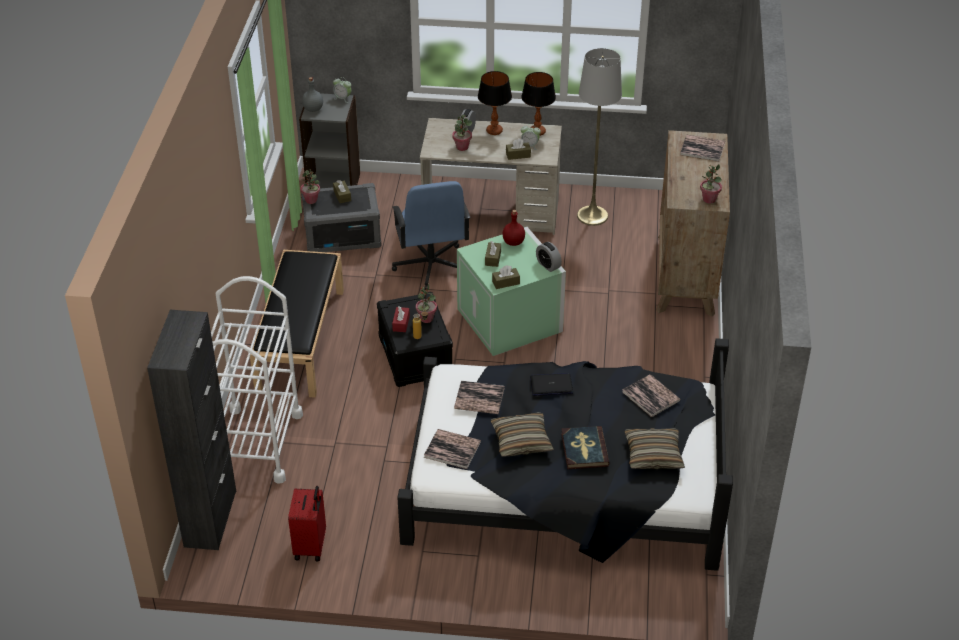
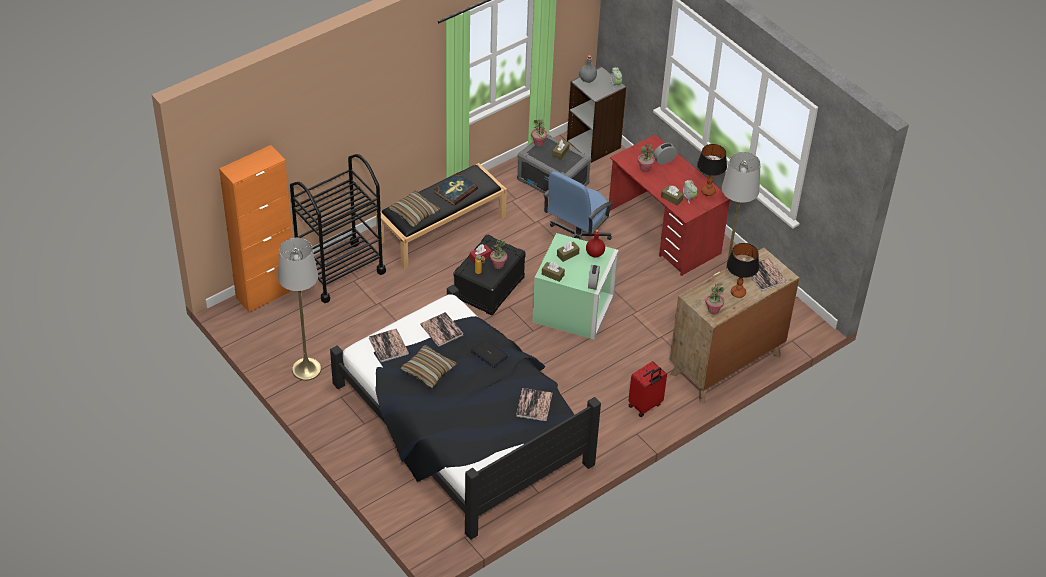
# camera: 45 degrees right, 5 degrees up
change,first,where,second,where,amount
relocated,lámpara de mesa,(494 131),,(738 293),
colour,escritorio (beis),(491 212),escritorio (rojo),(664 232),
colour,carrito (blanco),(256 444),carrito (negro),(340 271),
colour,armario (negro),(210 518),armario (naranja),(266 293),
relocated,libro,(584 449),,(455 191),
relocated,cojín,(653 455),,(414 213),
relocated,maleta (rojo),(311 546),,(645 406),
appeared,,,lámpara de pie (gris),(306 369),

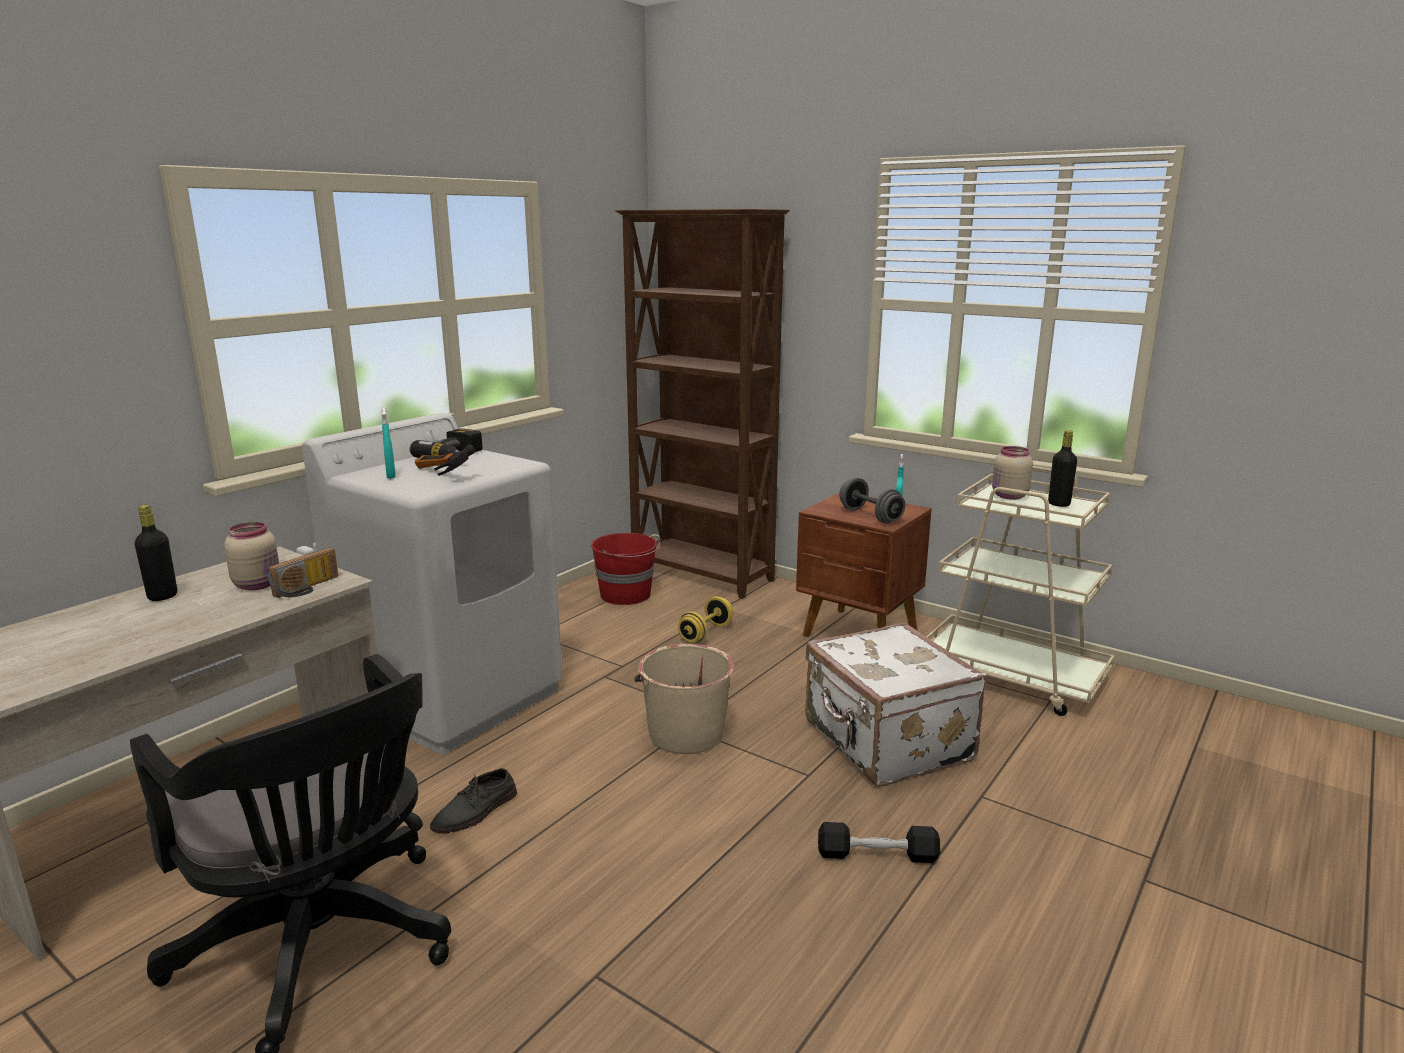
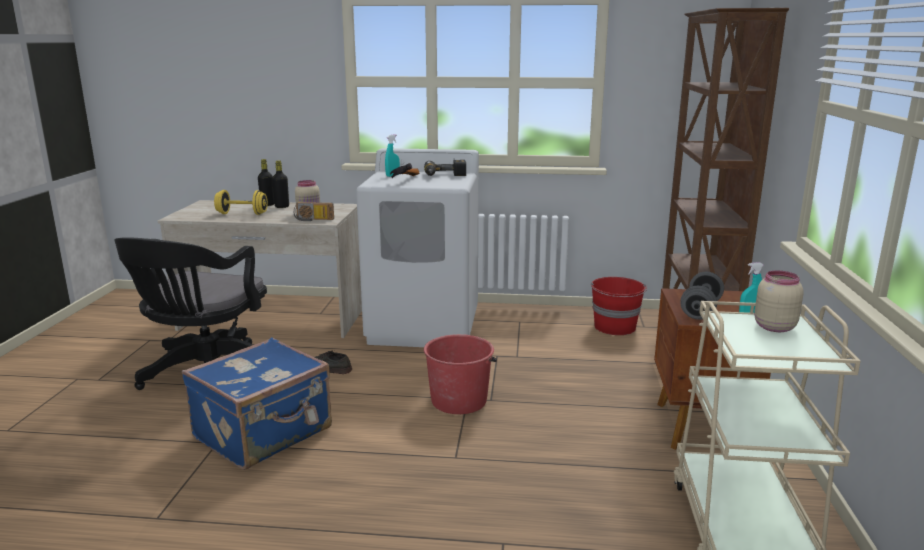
# camera: 60 degrees right, 0 degrees up
change,first,where,second,where,amount
relocated,botella (negro),(1059 504),,(267 205),
relocated,mancuerna (amarillo),(705 633),,(242 214),
missing,maleta (blanco),(885 742),,,
colour,cubo (beis),(685 733),cubo (rojo),(459 400),
missing,mancuerna (negro),(877 855),,,
appeared,,,maleta (azul),(265 434),

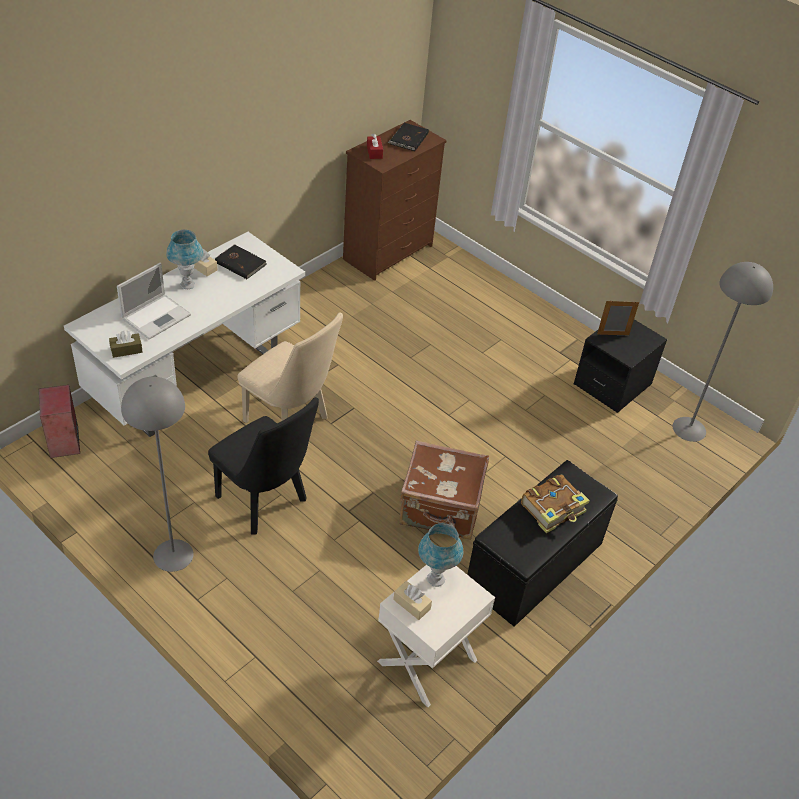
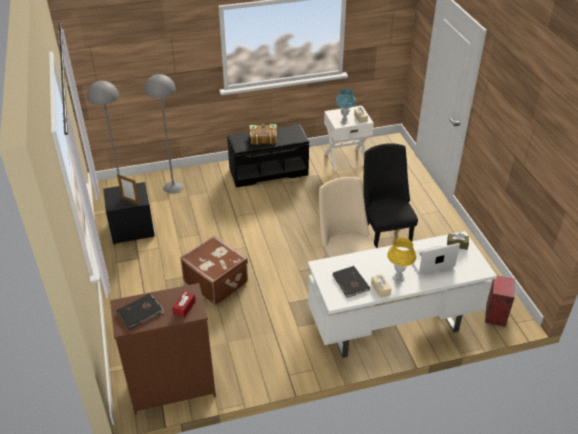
# camera: 145 degrees left, 5 degrees down
change,first,where,second,where,amount
colour,lámpara de mesa (azul),(187 285),lámpara de mesa (amarillo),(398 278),
relocated,lámpara de pie (gris),(173 555),,(173 187),
relocated,maleta (marrón),(441 509),,(216 281),

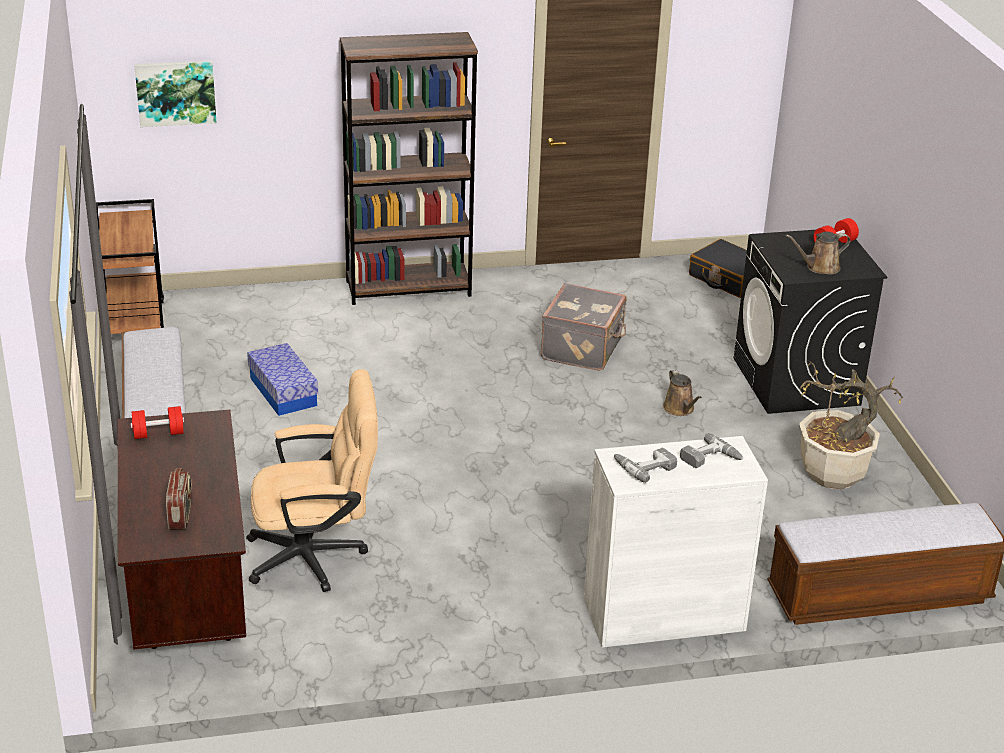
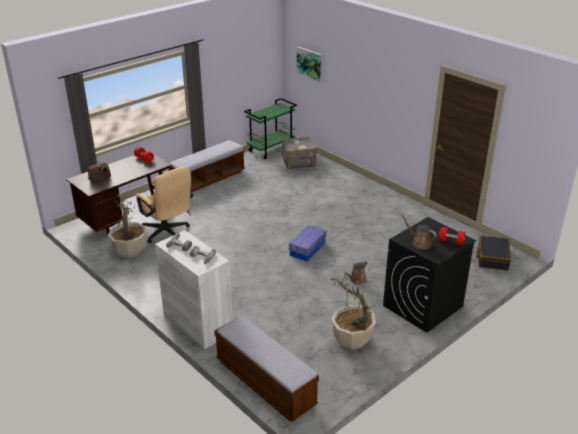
# camera: 60 degrees right, 0 degrees up
change,first,where,second,where,amount
missing,estantería (marrón),(409 288),,,
colour,carrito (marrón),(134 325),carrito (verde),(271 149),
relocated,maleta (gris),(583 349),,(299 162),
relocated,caja de almacenaje,(283 392),,(307 249),
appeared,,,planta en maceta,(130 251),

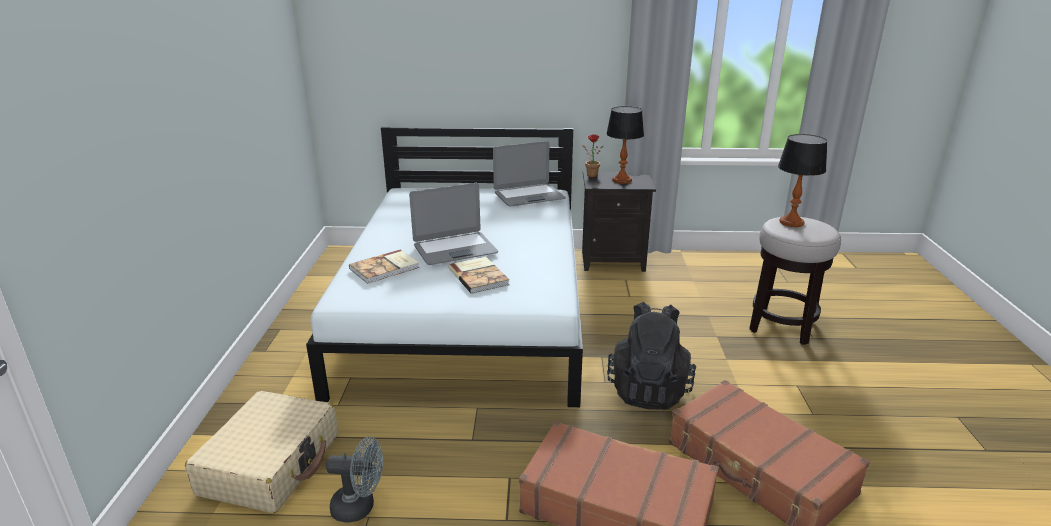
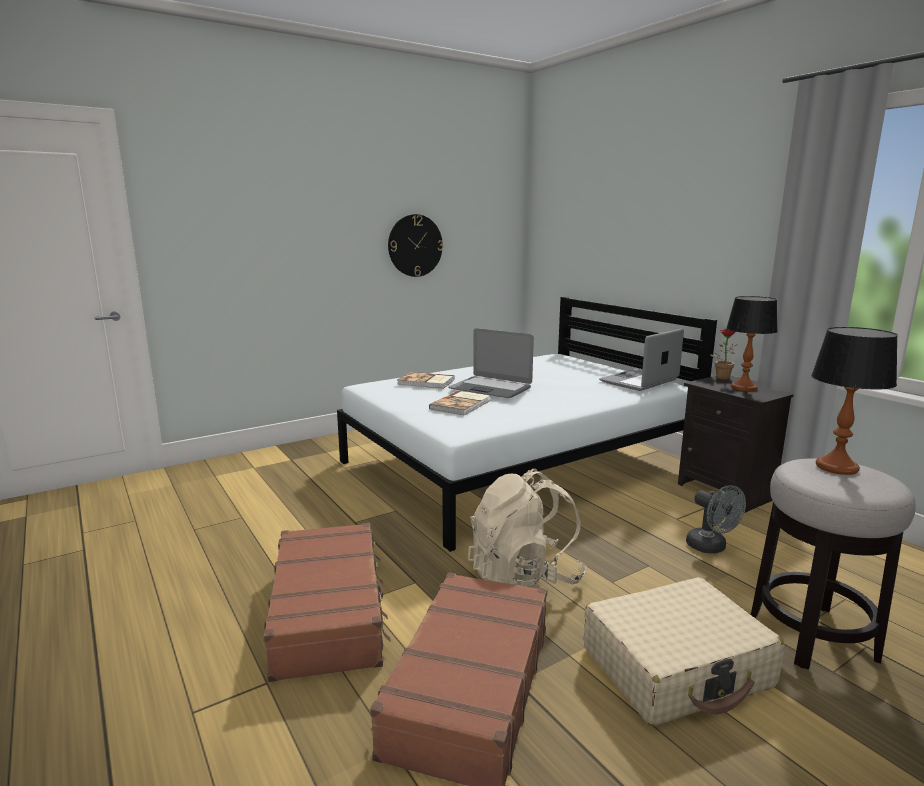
# camera: 55 degrees right, 10 degrees down
change,first,where,second,where,amount
spun,portátil,(529 196),,(639 381),105 degrees clockwise
colour,mochila (negro),(648 389),mochila (beis),(524 578),
relocated,maleta (beis),(271 464),,(677 667),
relocated,ventilador (gris),(360 507),,(711 548),
appeared,,,reloj de pared,(415 245),

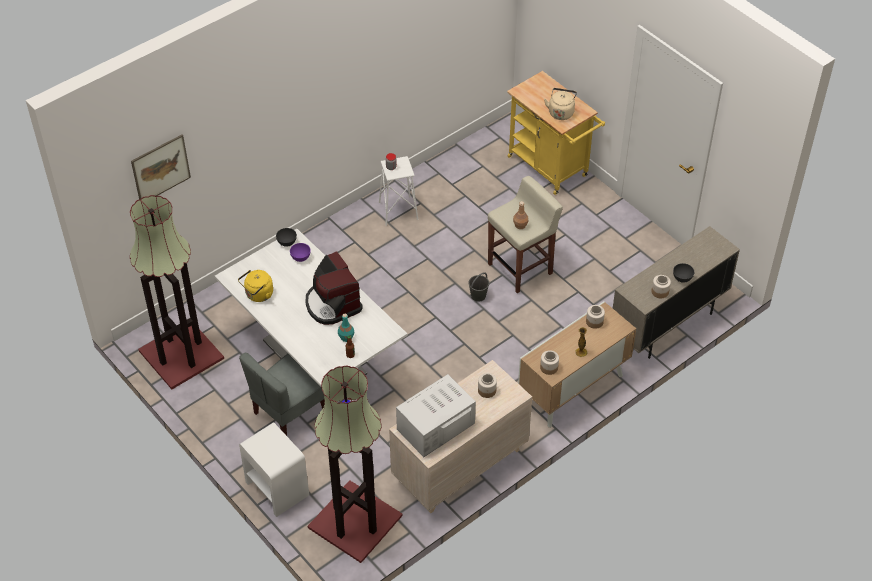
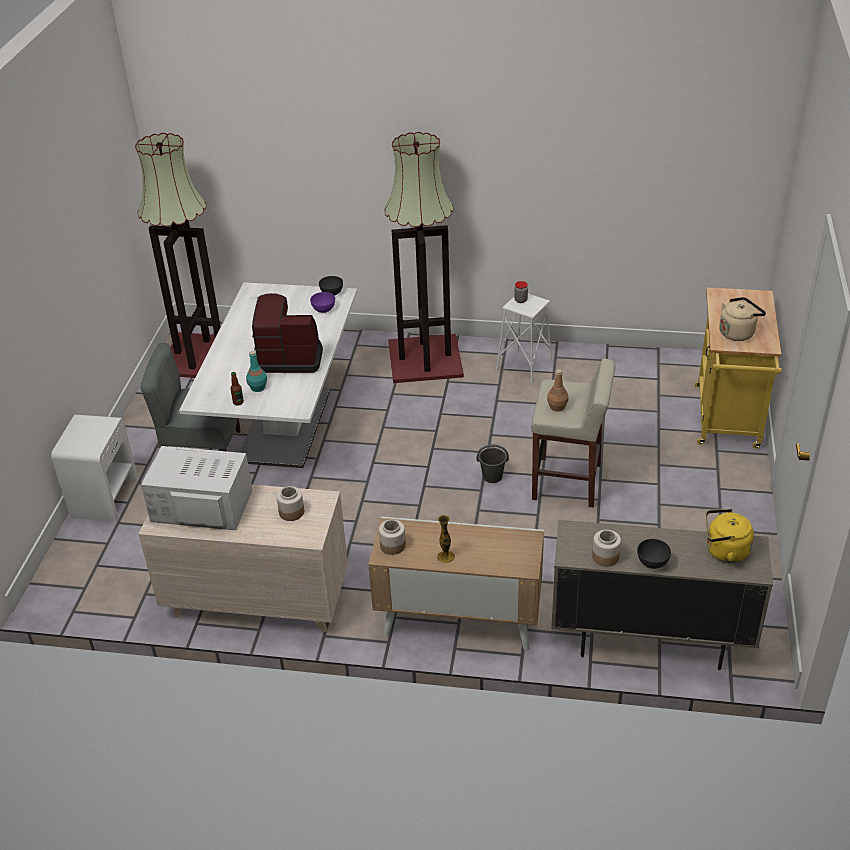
# camera: 50 degrees right, 10 degrees down
change,first,where,second,where,amount
missing,cuadro,(161 168),,,
spun,cafetera,(332 304),,(289 357),75 degrees clockwise
relocated,hervidor (amarillo),(258 295),,(724 551),
missing,tarro,(594 321),,,
relocated,lámpara de pie,(355 523),,(424 360),

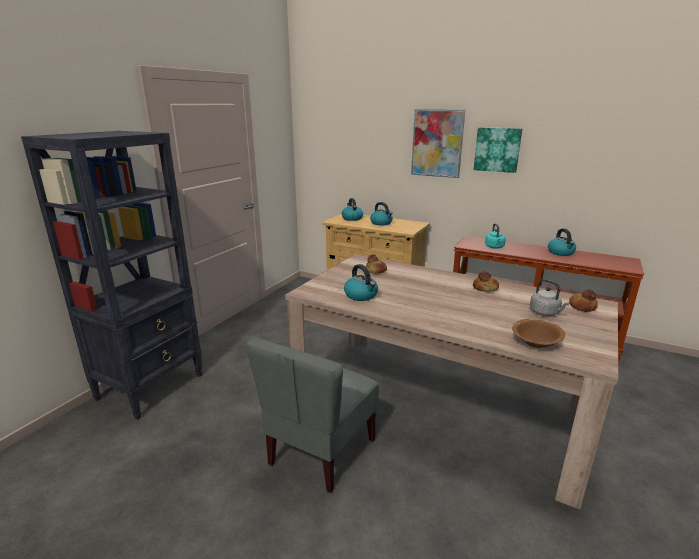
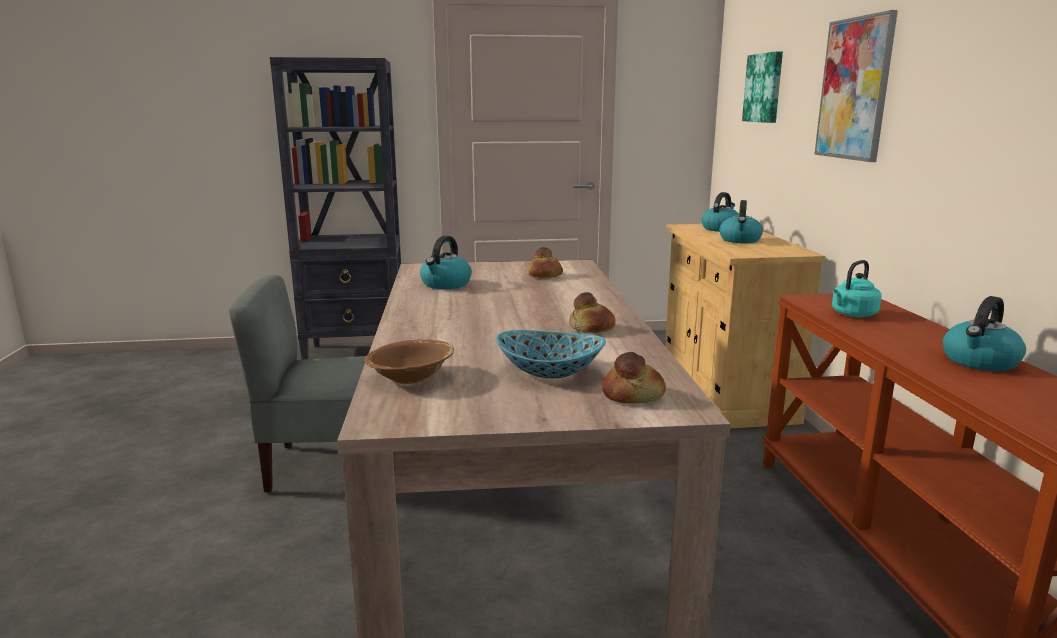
# camera: 55 degrees right, 5 degrees down
change,first,where,second,where,amount
relocated,cuadro,(497 149),,(764 88),
exchanged,hervidor (gris),(545 313),cuenco,(550 373),

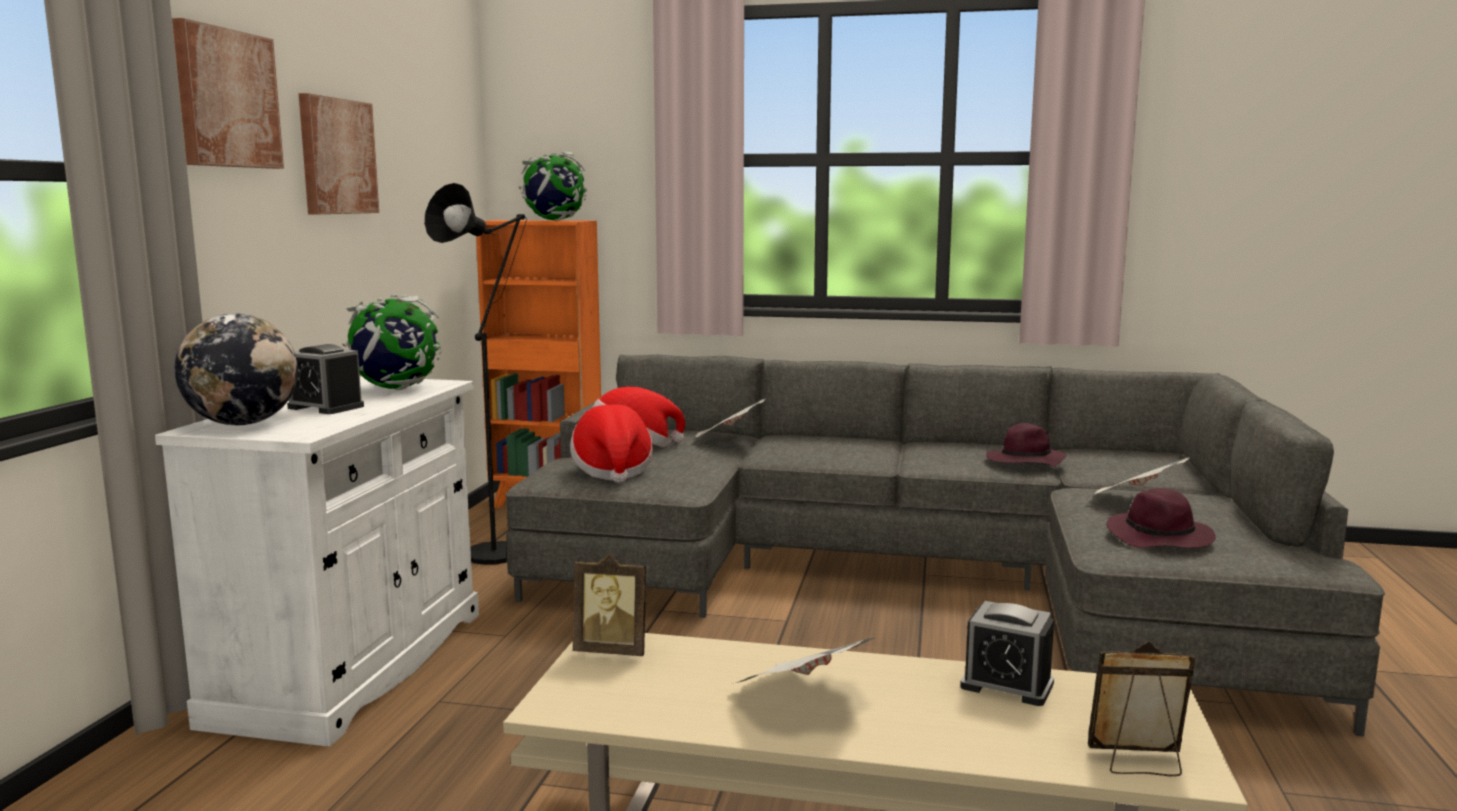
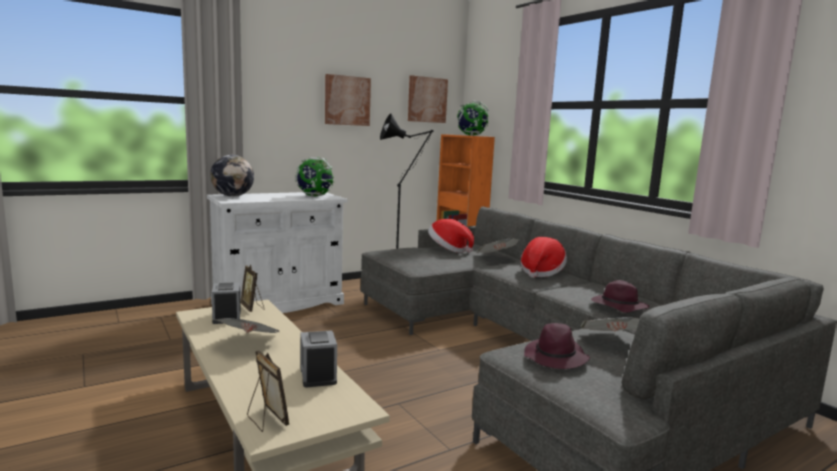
# camera: 45 degrees right, 0 degrees up
change,first,where,second,where,amount
relocated,cuadro,(227 99),,(427 100),
relocated,despertador,(326 407),,(227 317),
relocated,sombrero,(612 471),,(541 272),

